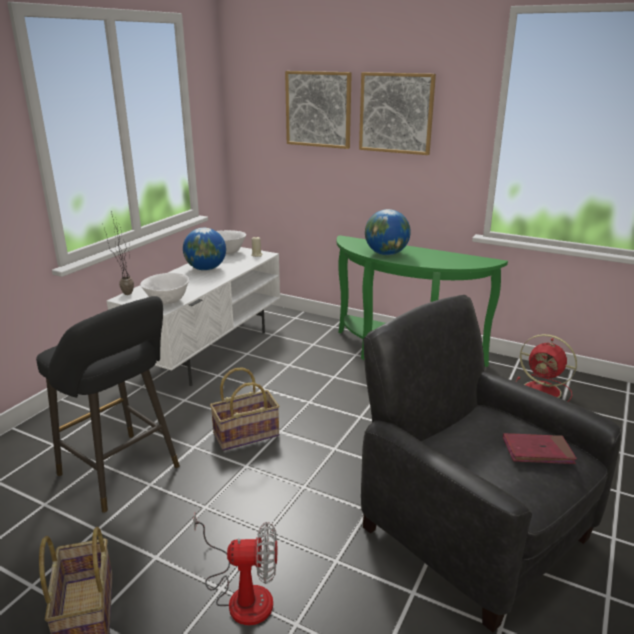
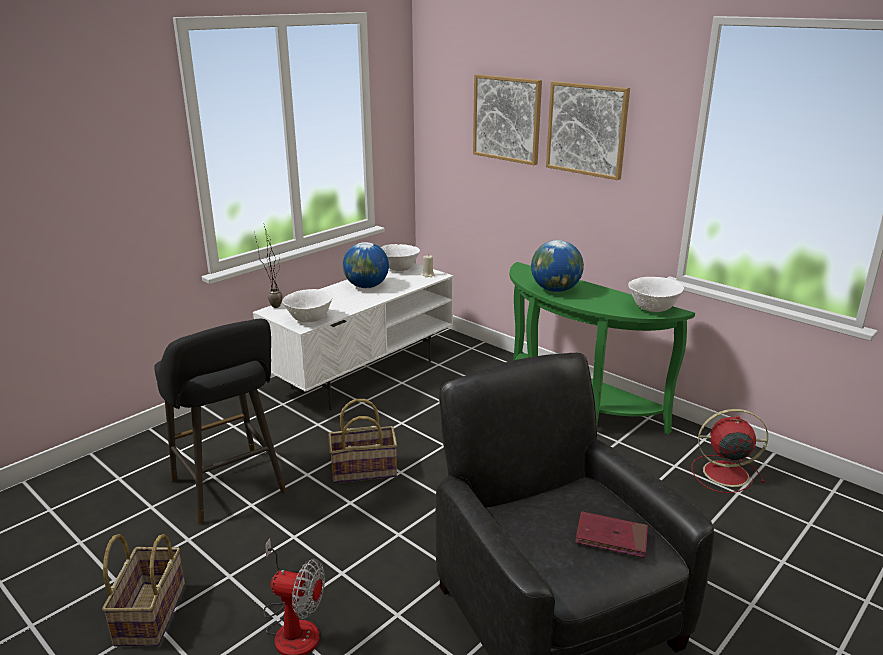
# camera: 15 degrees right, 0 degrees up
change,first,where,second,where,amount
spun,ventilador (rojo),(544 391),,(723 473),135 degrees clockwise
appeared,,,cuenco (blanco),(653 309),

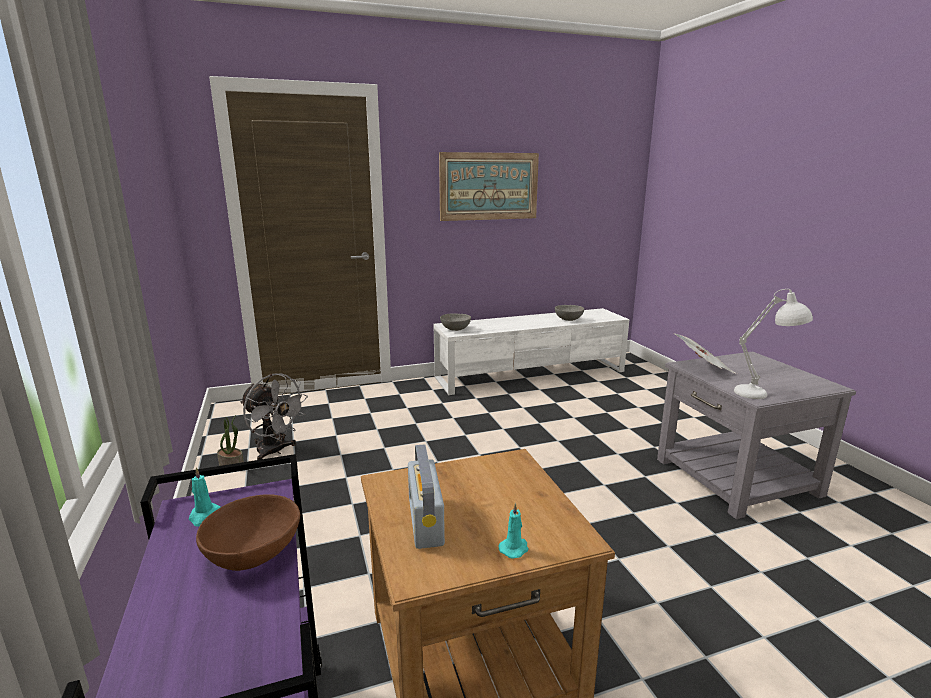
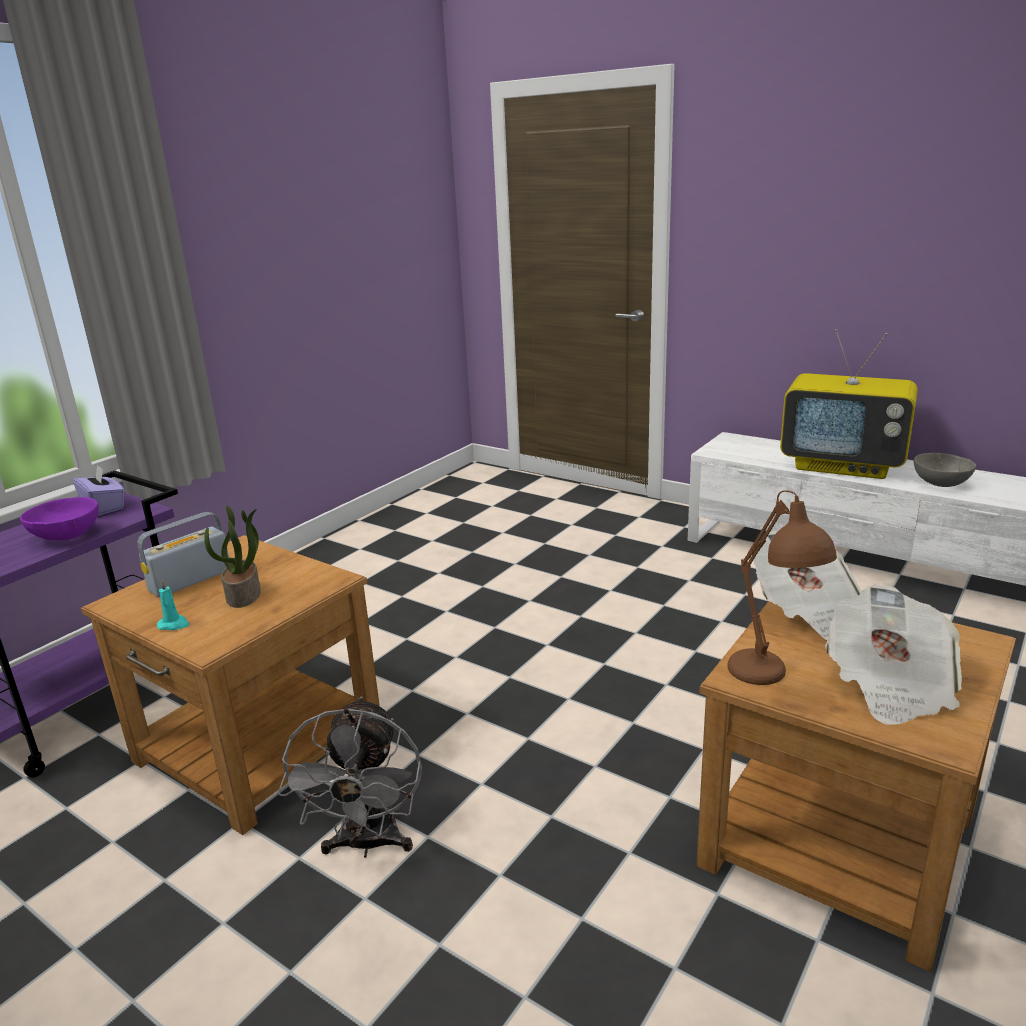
# camera: 55 degrees right, 5 degrees up
change,first,where,second,where,amount
missing,cuadro,(489 186),,,
colour,lámpara de mesa (blanco),(764 394),lámpara de mesa (marrón),(770 681),
missing,cuenco (gris),(455 329),,,
colour,mesa auxiliar (gris),(736 477),mesa auxiliar (marrón),(836 840),
relocated,ventilador (gris),(275 451),,(368 844),
relocated,planta en maceta,(232 464),,(244 595),
exchanged,vela (turquesa),(204 516),caja de pañuelos (morado),(104 507),
colour,cuenco (marrón),(255 554),cuenco (morado),(68 536),
appeared,,,televisor,(844 465),
appeared,,,periódico,(889 685),

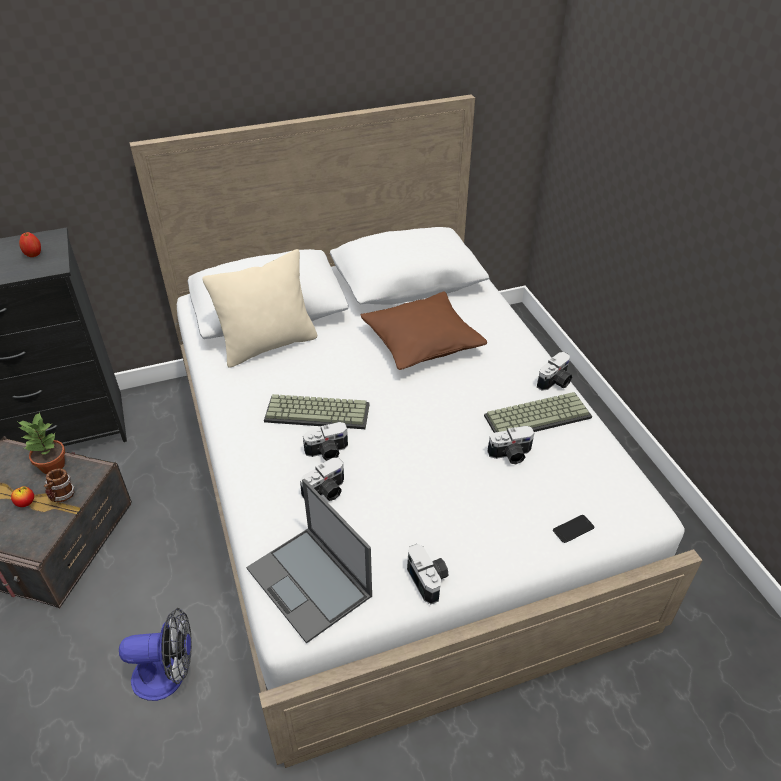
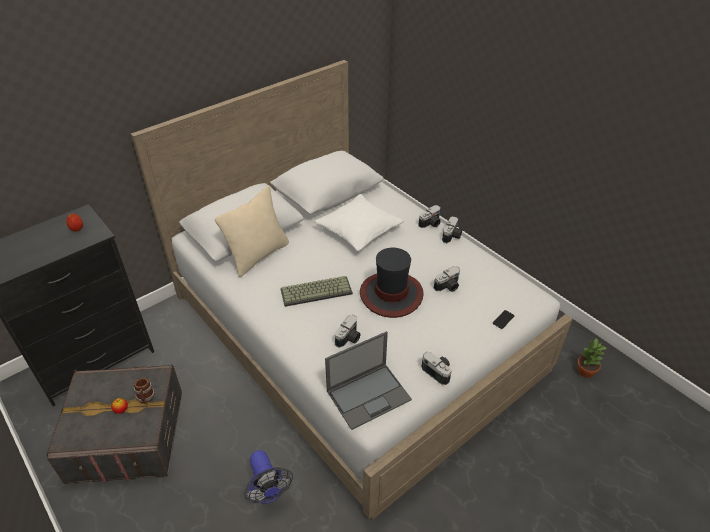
# camera: 20 degrees left, 0 degrees up
change,first,where,second,where,amount
colour,cojín (marrón),(422 342),cojín (blanco),(359 230),
missing,teclado,(538 415),,,
relocated,planta en maceta,(52 466),,(585 371),
relocated,cámara,(327 452),,(431 224),
spun,portátil,(310 583),,(369 395),60 degrees counterclockwise
spun,ventilador,(168 675),,(268 492),90 degrees clockwise
appeared,,,sombrero,(391 294),

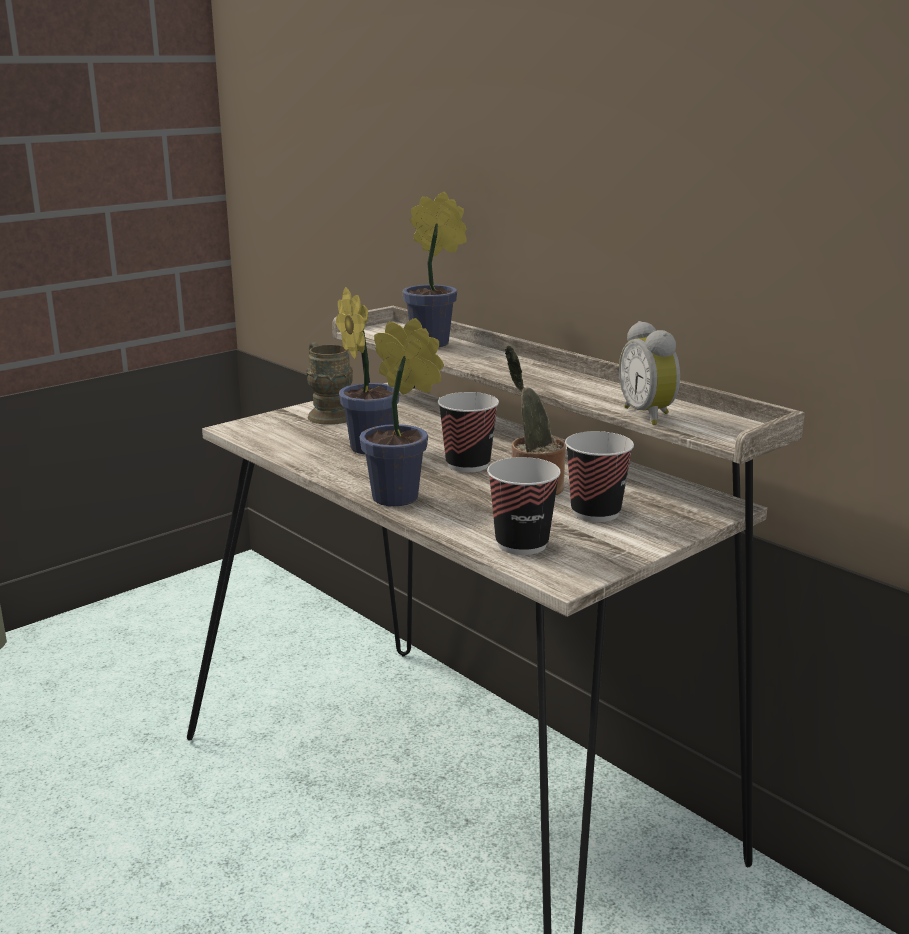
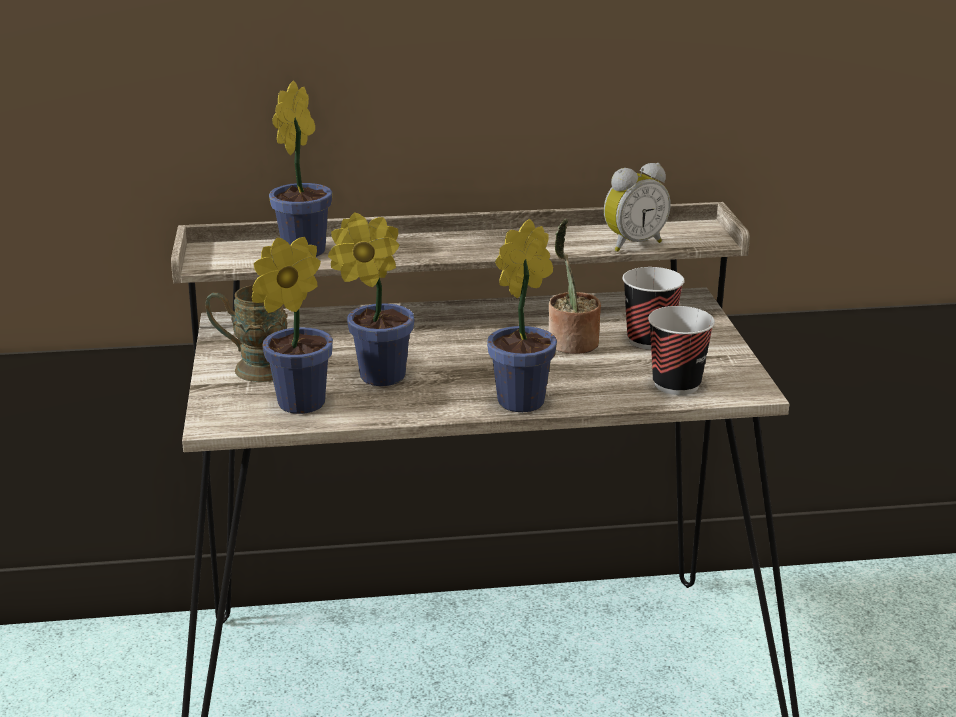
# camera: 55 degrees left, 5 degrees up
change,first,where,second,where,amount
spun,despertador,(650 415),,(632 244),45 degrees counterclockwise
missing,taza,(468 465),,,
appeared,,,planta en maceta,(295 405),

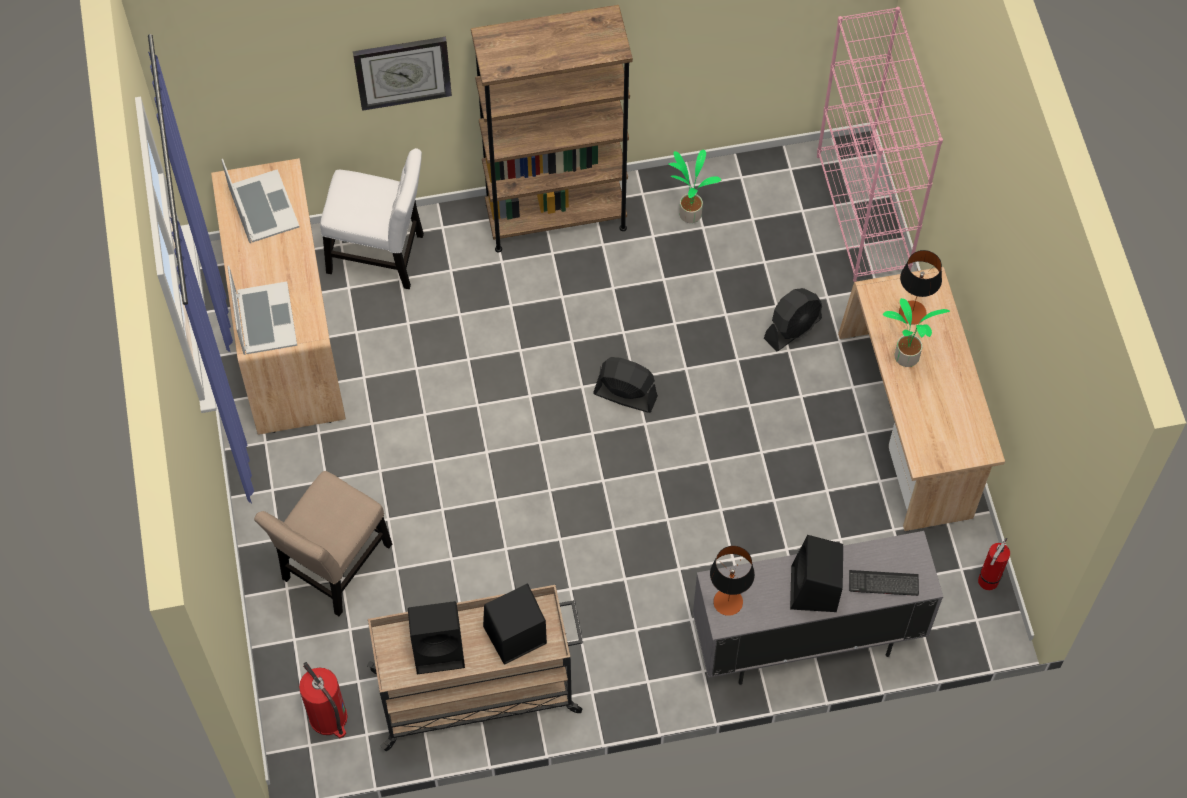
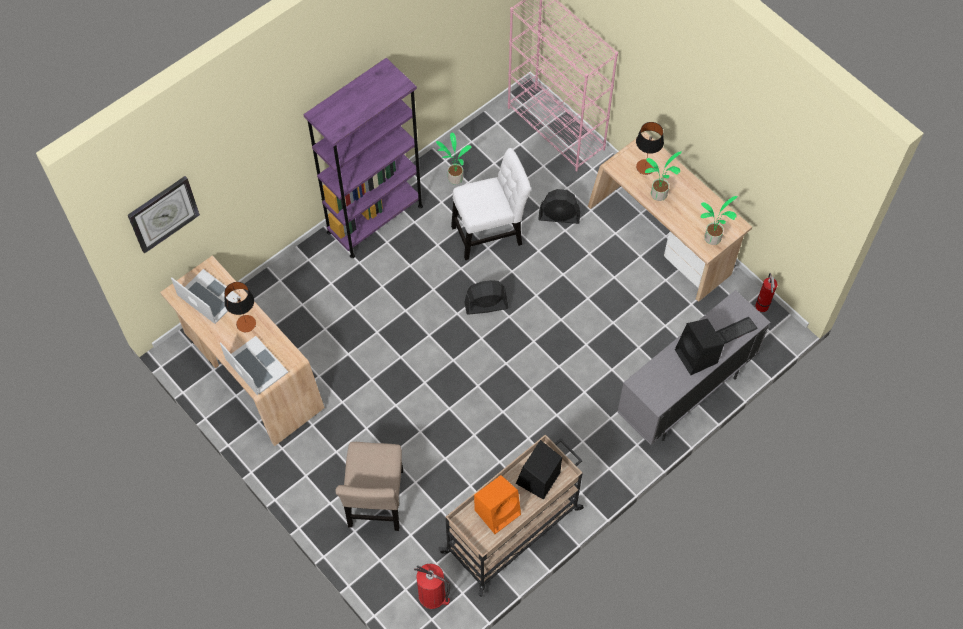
# camera: 30 degrees left, 0 degrees up
change,first,where,second,where,amount
colour,estantería (marrón),(556 216),estantería (morado),(375 219),
relocated,reloj de pared,(402 71),,(163 213),
relocated,silla (blanco),(380 255),,(490 233),
spun,ventilador (negro),(793 329),,(559 216),75 degrees clockwise
relocated,lámpara de mesa,(728 602),,(246 323),
colour,altavoz (negro),(440 648),altavoz (naranja),(498 511),
appeared,,,planta en maceta,(712 239),

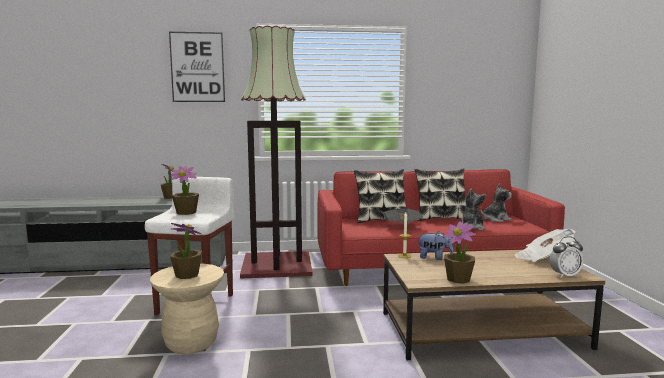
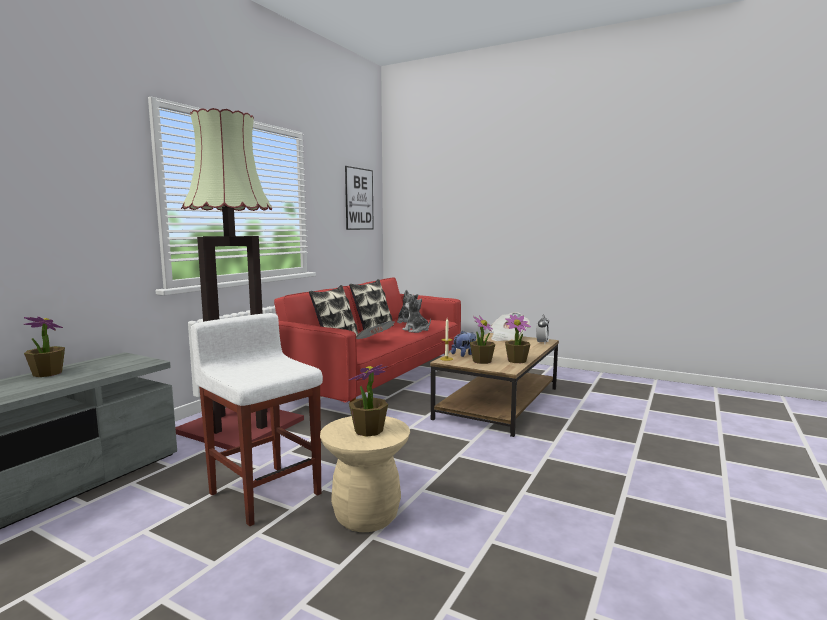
# camera: 55 degrees left, 0 degrees up
change,first,where,second,where,amount
relocated,cuadro,(197 67),,(359 199),
relocated,planta en maceta,(186 212),,(481 361),

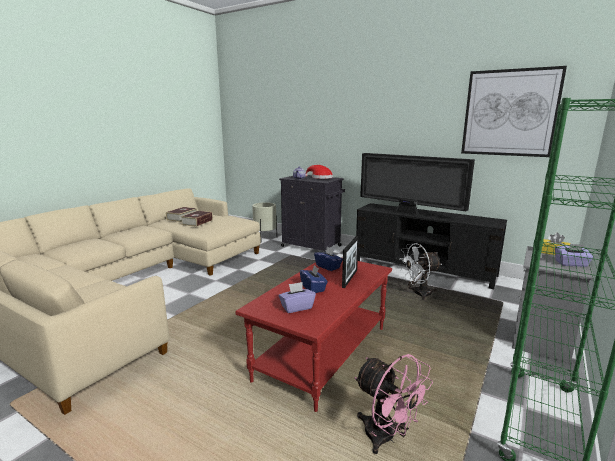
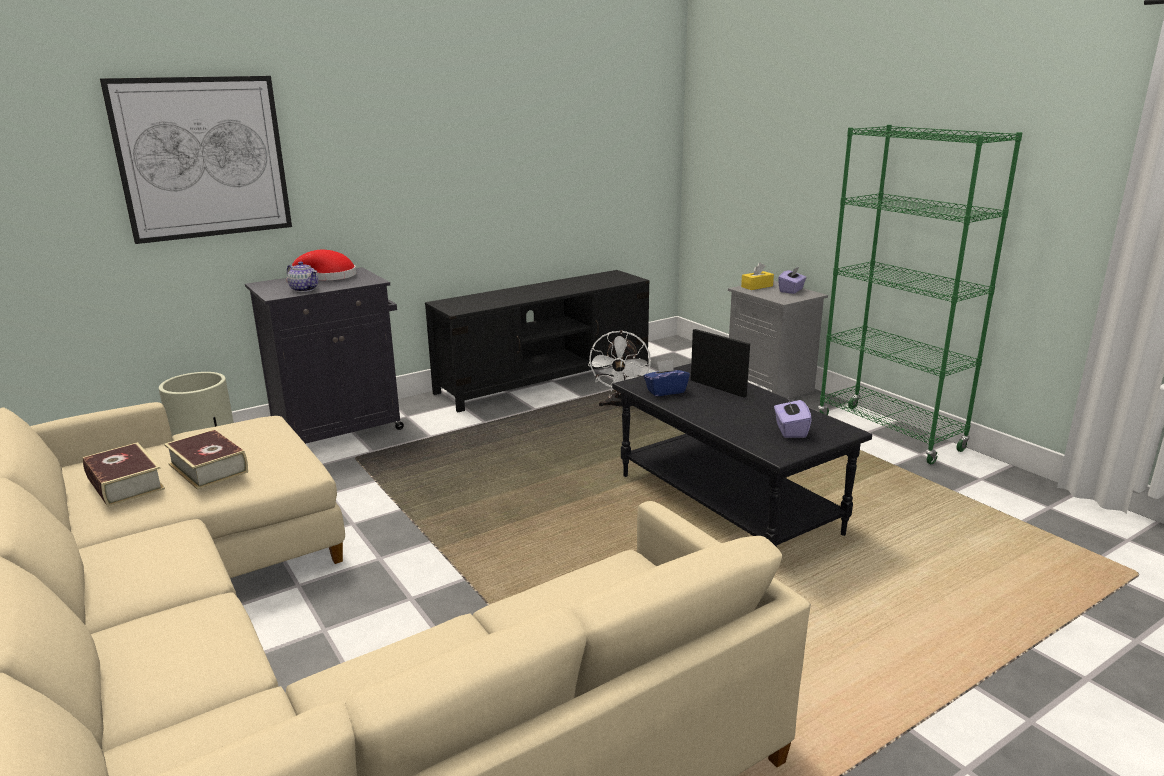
# camera: 65 degrees left, 5 degrees up
change,first,where,second,where,amount
relocated,cuadro,(509 113),,(202 158),
missing,televisor,(409 213),,,
colour,mesa de centro (rojo),(322 352),mesa de centro (negro),(724 504),
missing,caja de pañuelos (azul),(313 288),,,
missing,ventilador (rosa),(386 438),,,

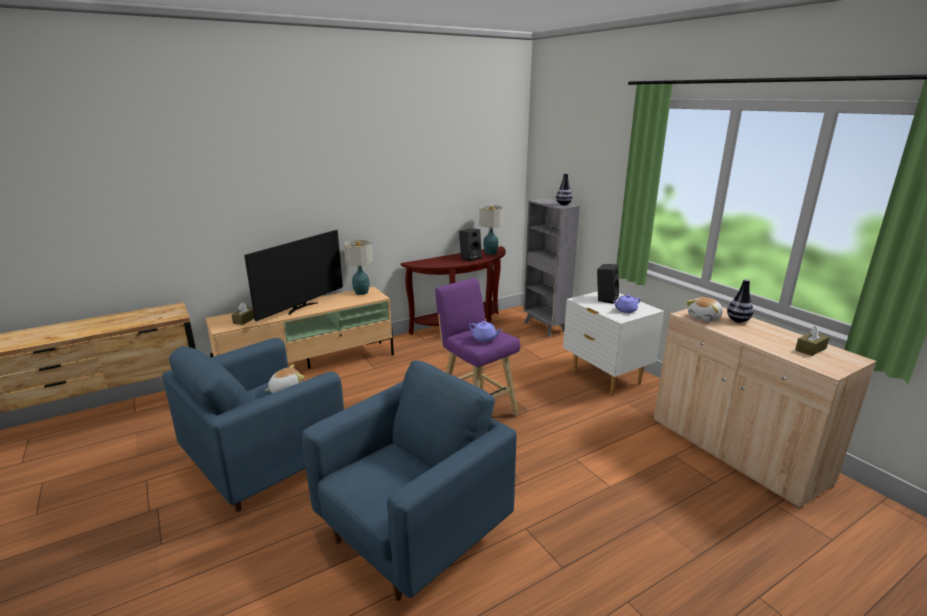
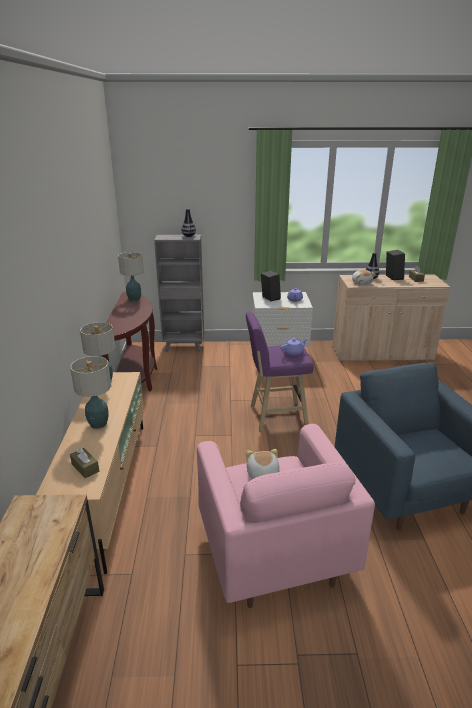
# camera: 60 degrees left, 5 degrees up
change,first,where,second,where,amount
relocated,altavoz (negro),(470 258),,(392 277),
exchanged,televisor,(301 308),lámpara de mesa,(98 423),
colour,sillón (azul),(267 465),sillón (rosa),(273 553),

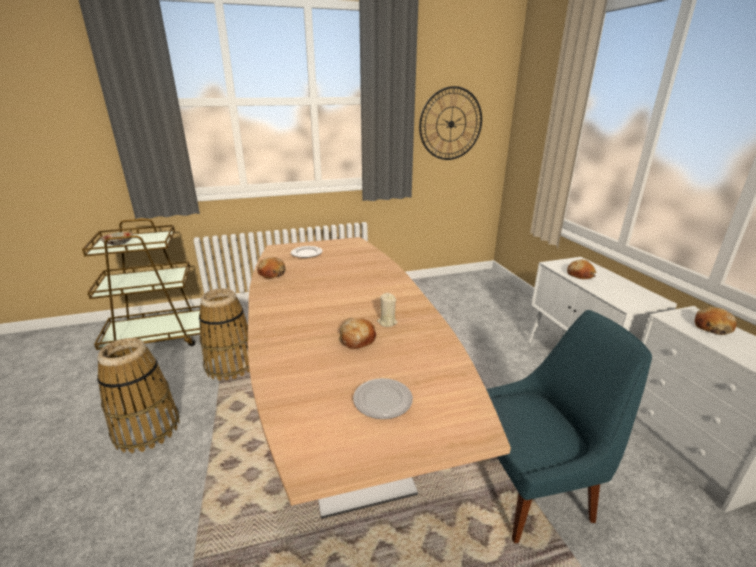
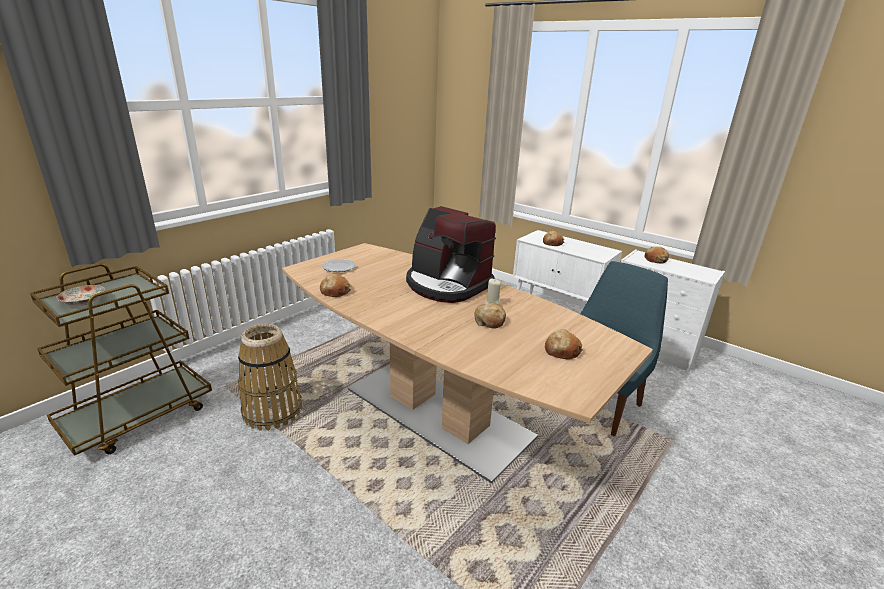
# camera: 35 degrees left, 0 degrees up
change,first,where,second,where,amount
missing,reloj de pared,(451 124),,,
missing,cesta,(147 429),,,
exchanged,plato,(383 400),pan,(562 351),
appeared,,,cafetera,(447 285),

